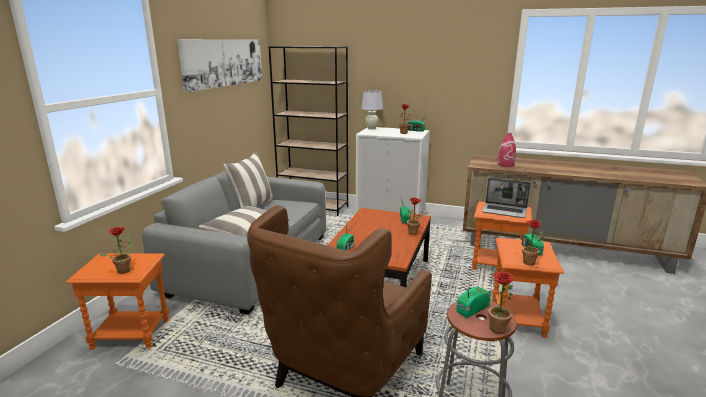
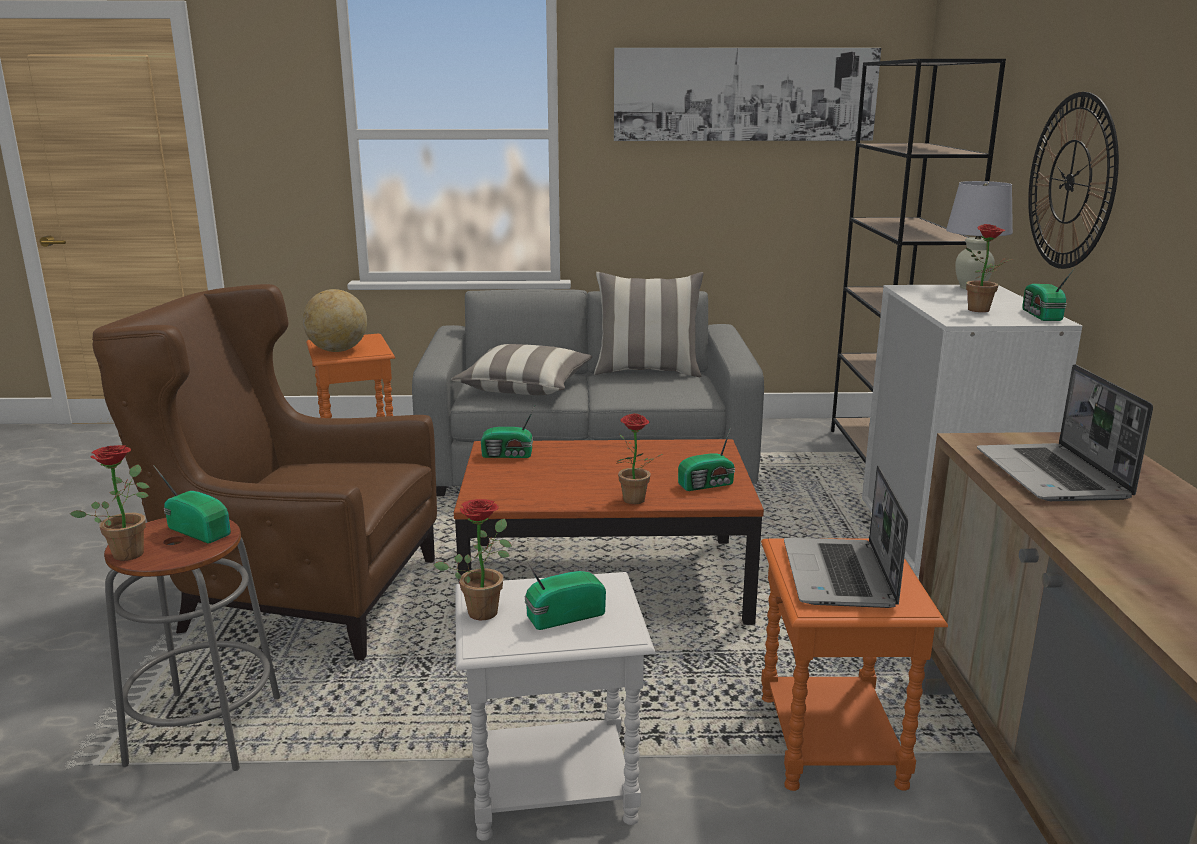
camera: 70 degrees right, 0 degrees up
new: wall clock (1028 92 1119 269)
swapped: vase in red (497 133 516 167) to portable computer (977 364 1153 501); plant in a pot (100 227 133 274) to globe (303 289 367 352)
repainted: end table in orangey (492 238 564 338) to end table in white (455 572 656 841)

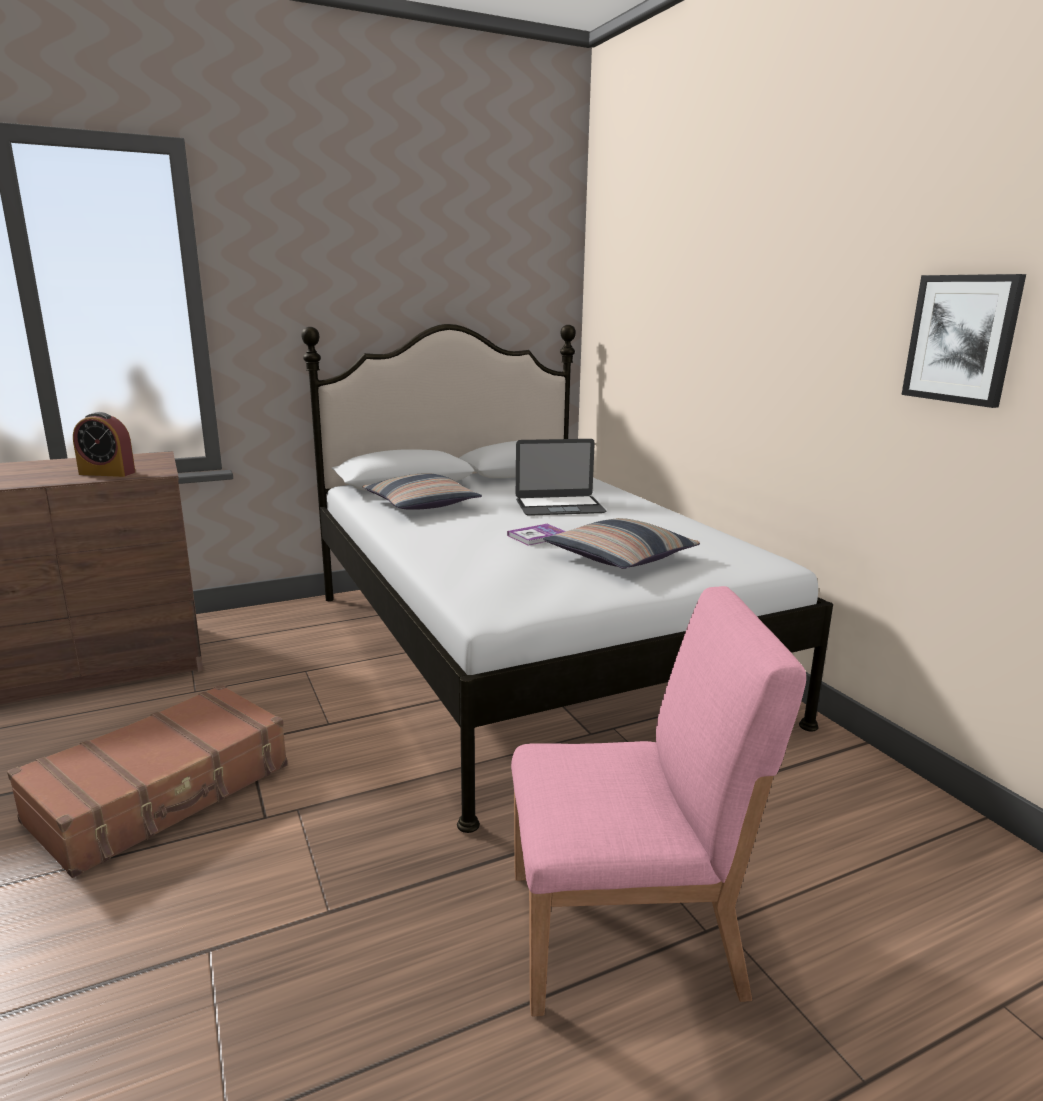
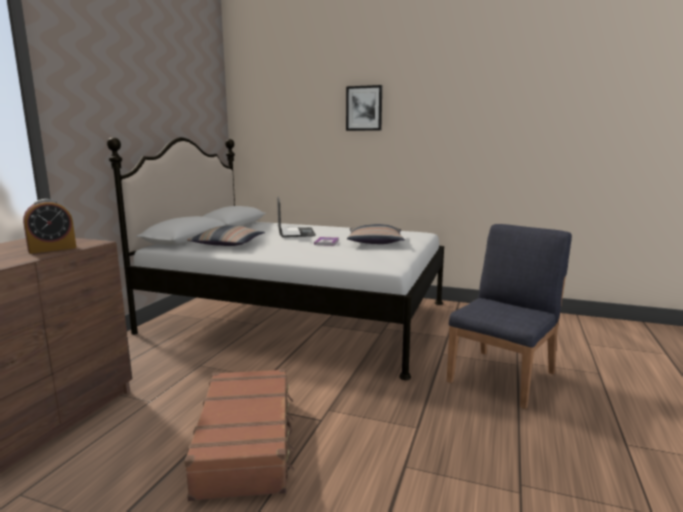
camera: 45 degrees left, 5 degrees down
shifted: picture (902 274 1026 408) to (346 85 382 131)
repainted: plain chair in pinkish (511 586 806 1016) to plain chair in blue-coloured (447 224 572 409)
rotated: portable computer (516 439 606 516) = (277 196 316 237) 45 degrees counterclockwise

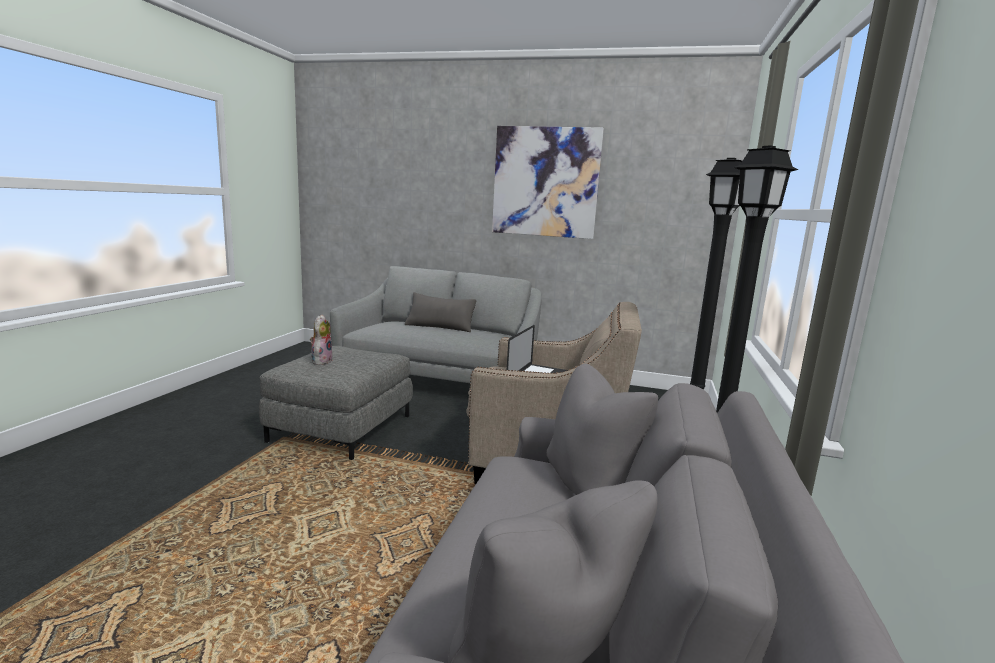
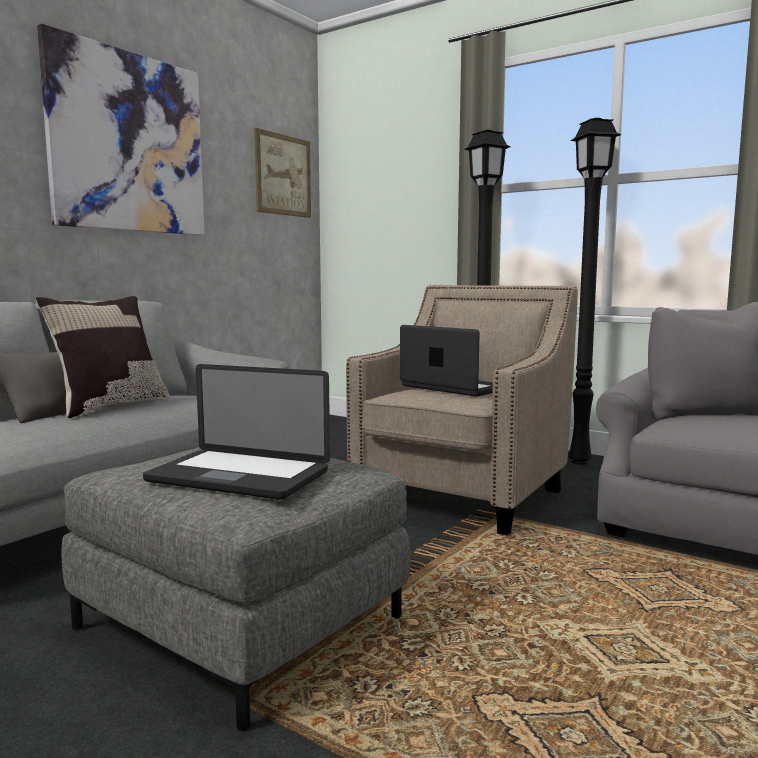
camera: 70 degrees left, 5 degrees down
new: picture (254 128 311 218); cushion (36 296 169 418)
swapped: plush toy (310 315 333 365) to portable computer (143 364 330 500)

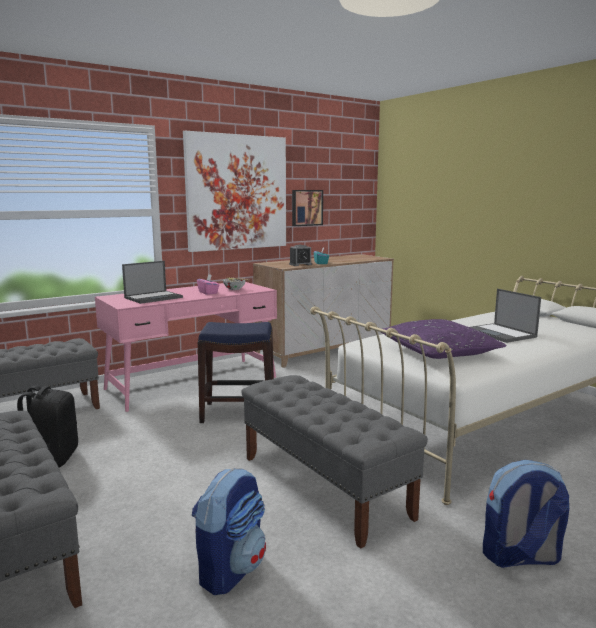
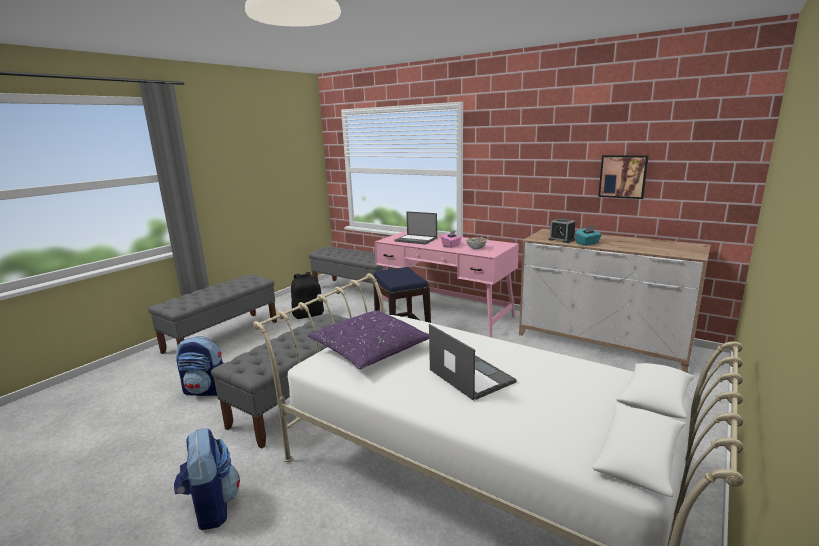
camera: 70 degrees right, 5 degrees up
gone: picture (183 131 286 252)
rotated: portable computer (470 289 541 343) = (429 324 516 401) 105 degrees clockwise

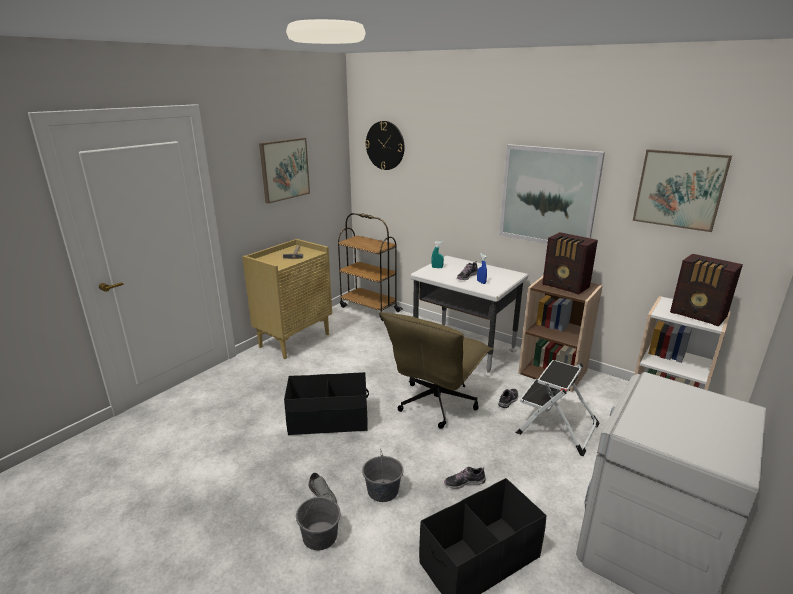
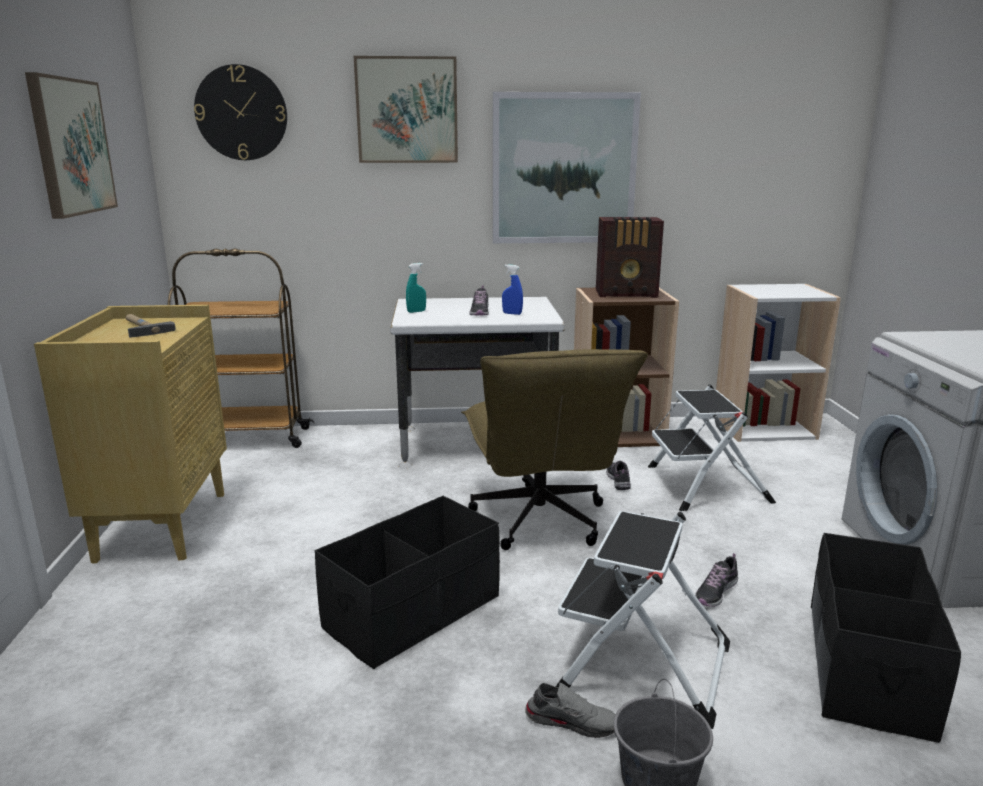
camera: 40 degrees left, 5 degrees down
gone: radio receiver (670 254 743 326)
shifted: picture (633 149 732 232) to (354 56 458 163)
swapped: bucket in gray (362 449 403 502) to step stool (556 511 730 729)

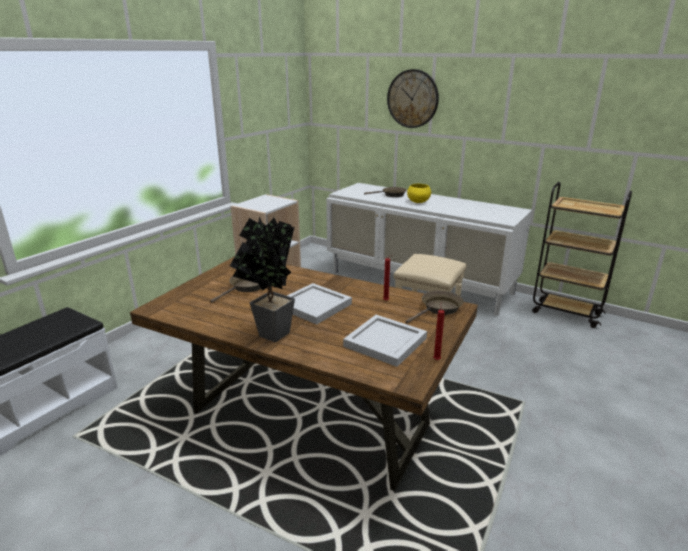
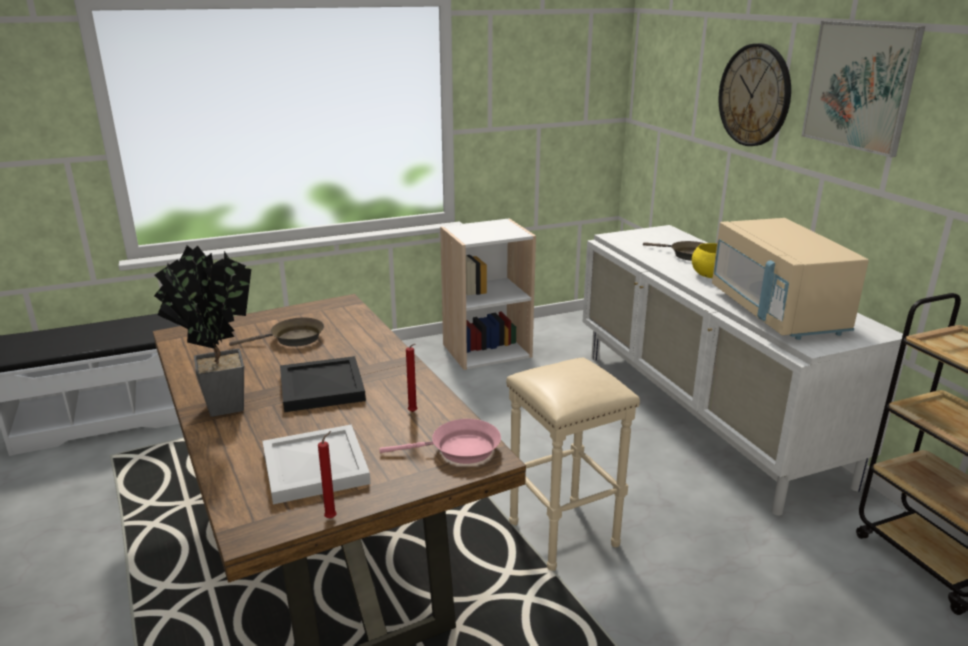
camera: 35 degrees right, 0 degrees up
new: picture (802 21 925 157); microwave in sand-coloured (712 218 869 340)
repainted: tray in white (287 283 352 325) to tray in blackish (280 356 366 412); frying pan in brown-coloured (405 291 464 323) to frying pan in pinkish (380 419 501 464)

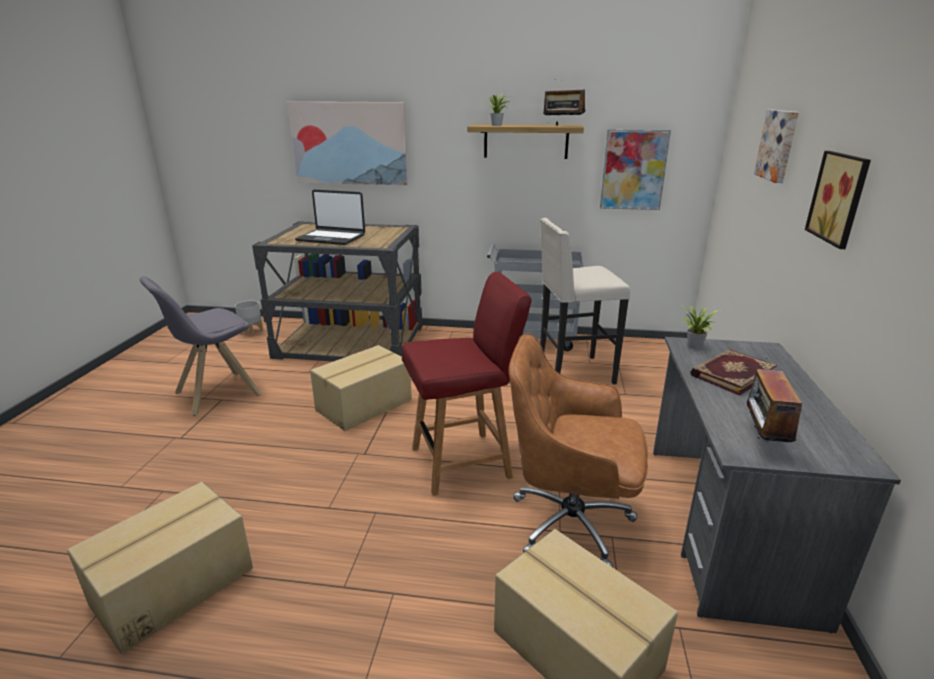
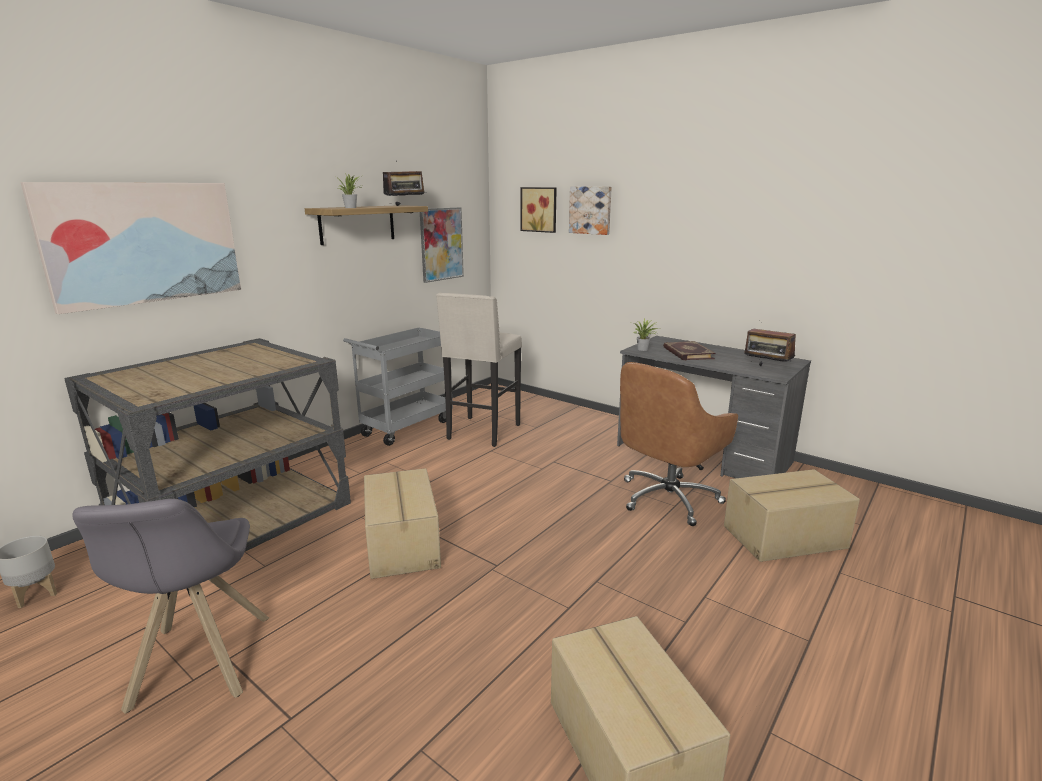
camera: 60 degrees left, 5 degrees down
gone: portable computer (295 190 365 245); plain chair in red (402 272 532 496)
shifted: picture (805 151 871 249) to (520 187 557 233)

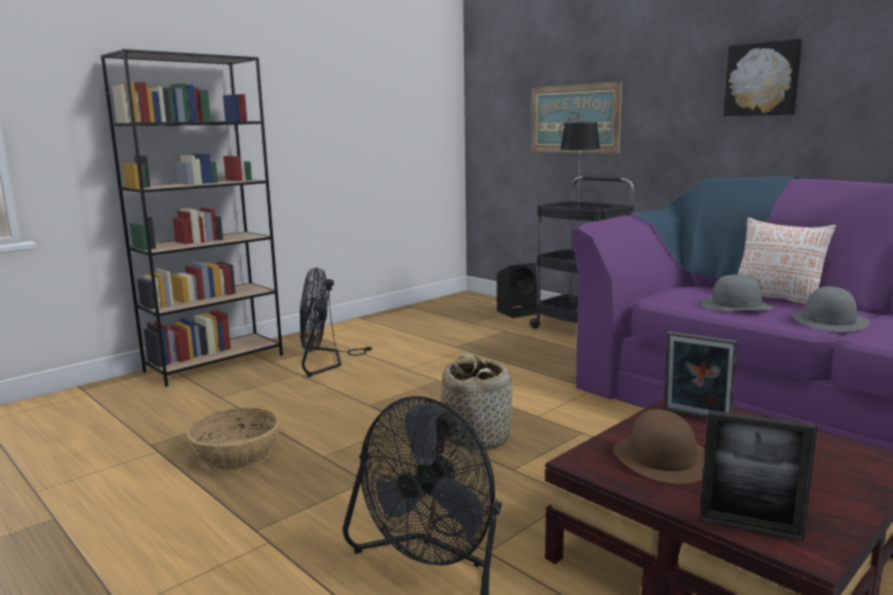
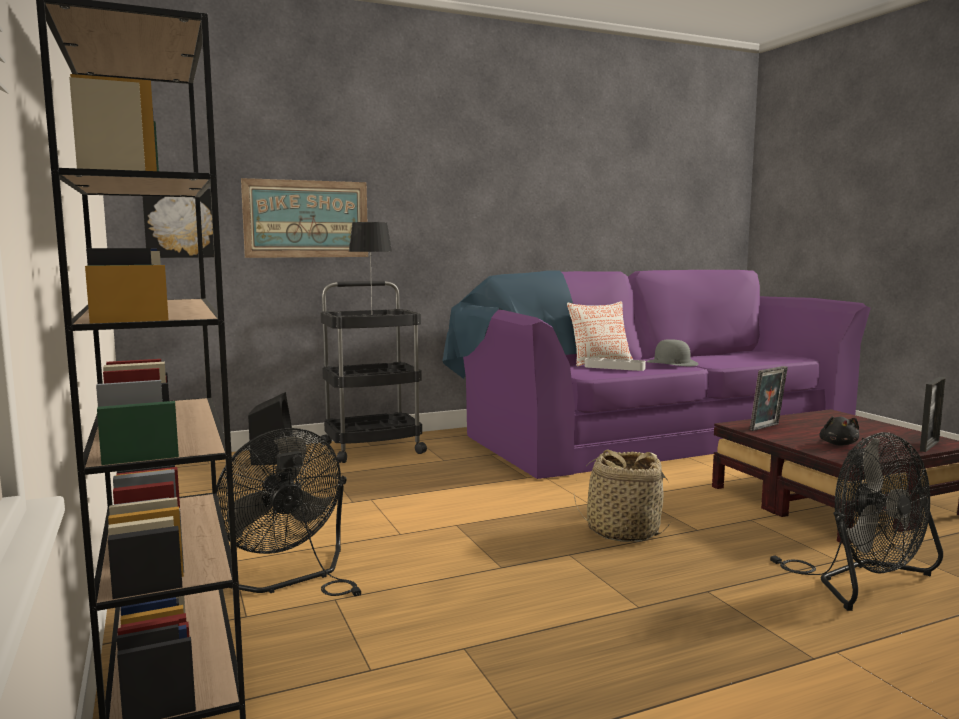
camera: 70 degrees left, 5 degrees down
gone: storage basket (186 408 280 471)
shifted: picture (723 39 802 116) to (142 189 214 258)
swapped: clothing hat in gray (701 275 773 311) to tray in gray (585 357 646 371); clothing hat in brown-coloured (613 409 705 483) to plush toy in blackish (819 416 859 445)
rotated: fan in blackish (300 267 373 377) = (217 428 361 596) 135 degrees clockwise

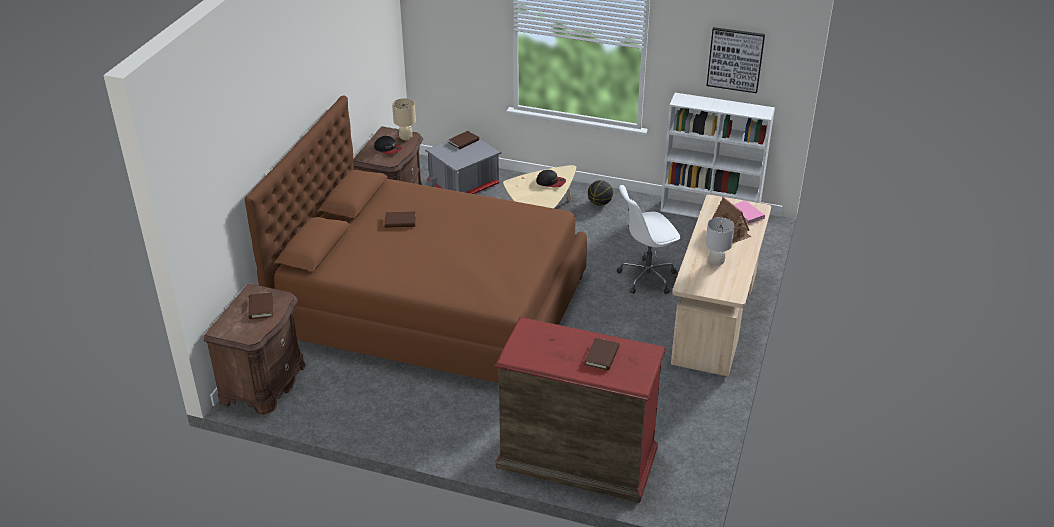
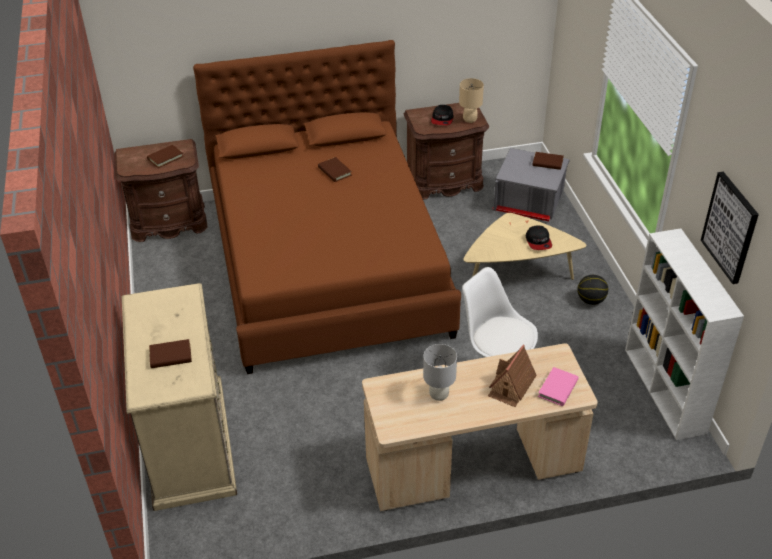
camera: 60 degrees right, 5 degrees up
repainted: chest of drawers in red (495 317 666 503) to chest of drawers in sand-coloured (122 283 237 511)

